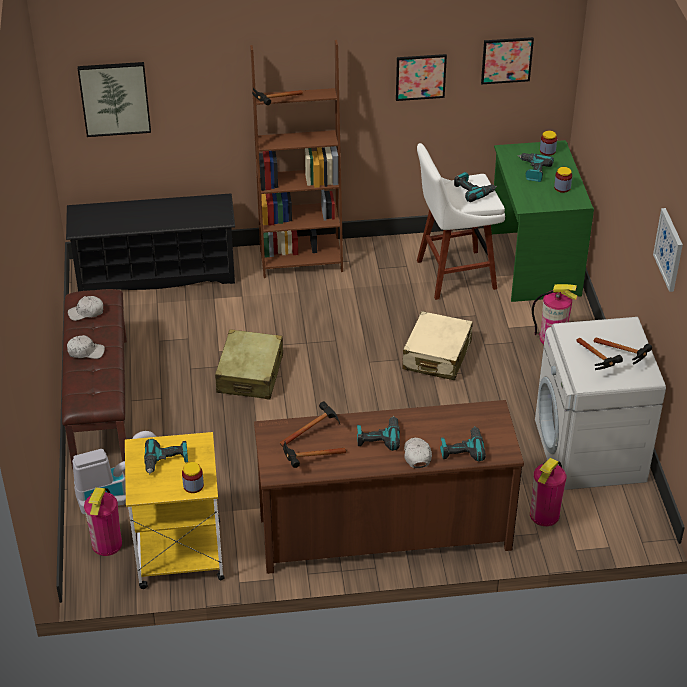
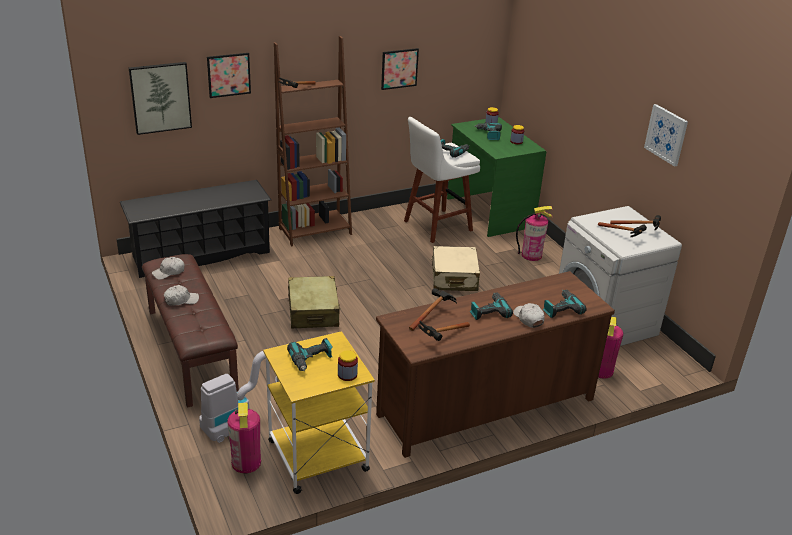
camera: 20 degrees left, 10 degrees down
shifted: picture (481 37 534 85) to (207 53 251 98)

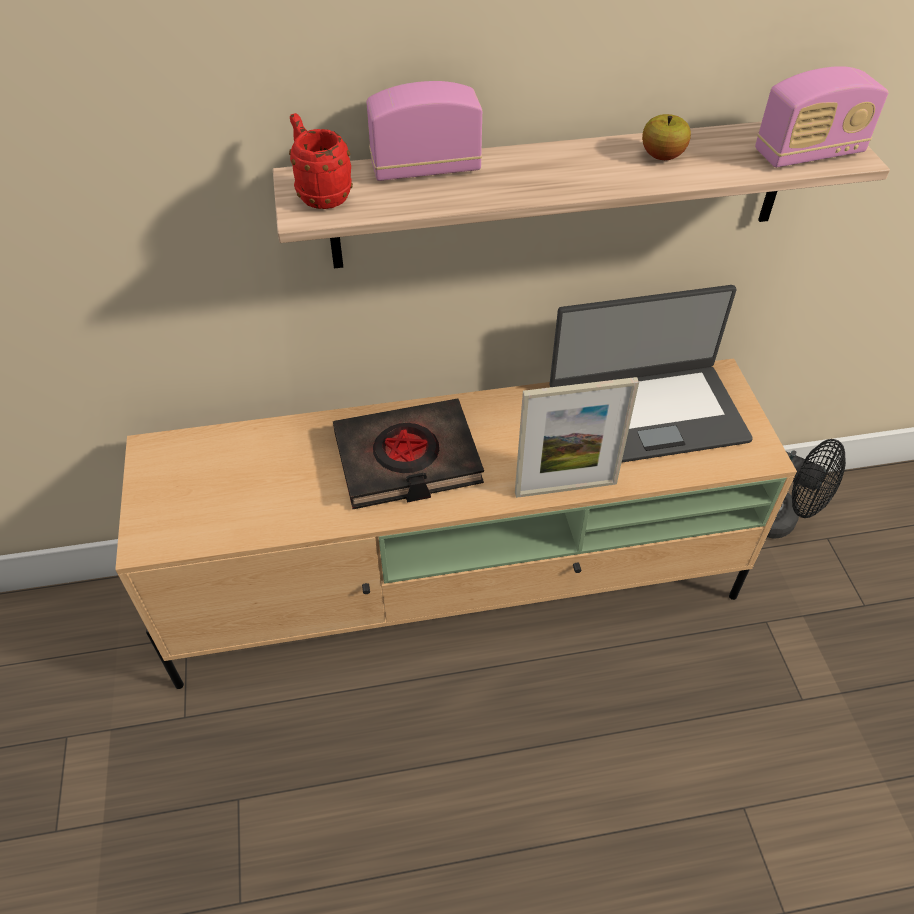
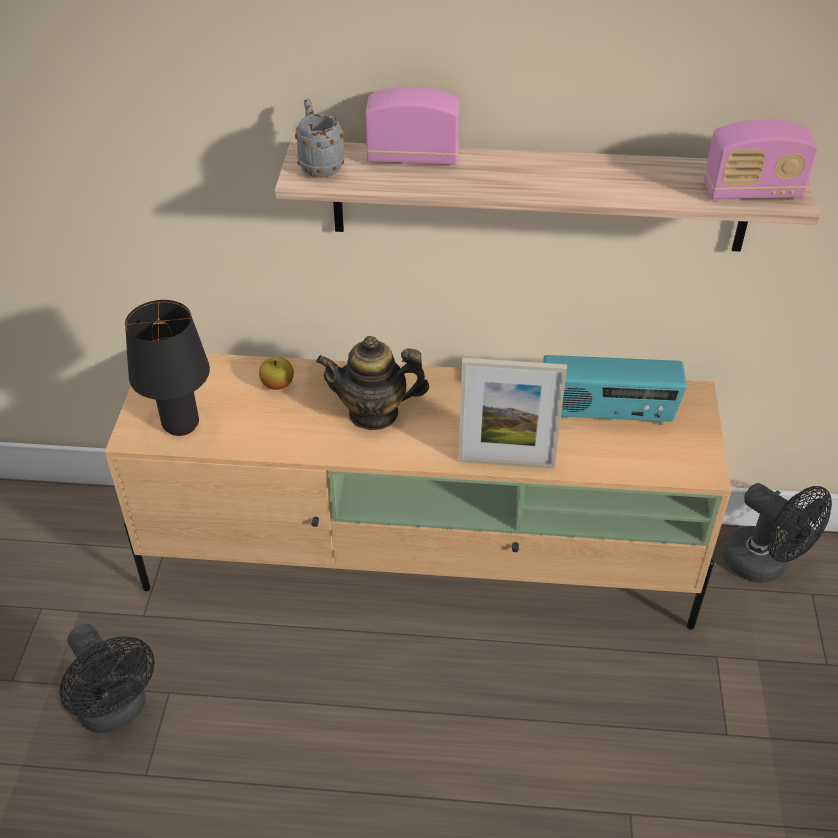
camera: 15 degrees right, 5 degrees down
new: tabletop lamp in blackish (125 300 210 436); fan in blackish (59 624 155 733)
shifted: whole apple (642 114 691 160) to (259 357 294 390)
swapped: portable computer (549 285 753 462) to radio receiver (543 355 687 425); volume in blackish (333 398 484 509) to tea pot (316 336 429 430)
repainted: coffee mug in red (289 113 353 209) to coffee mug in gray (295 99 344 178)

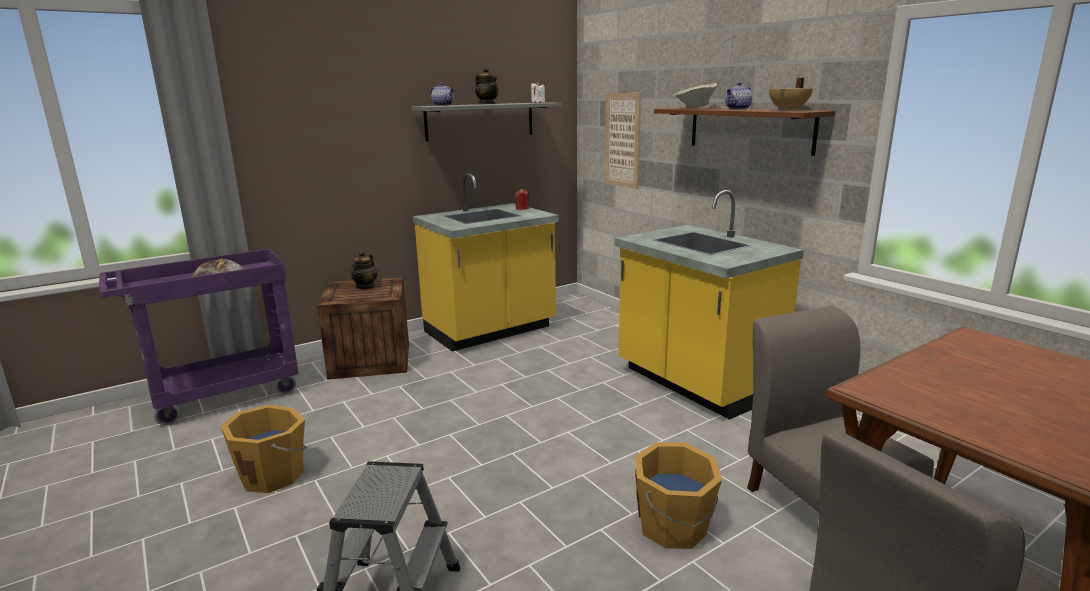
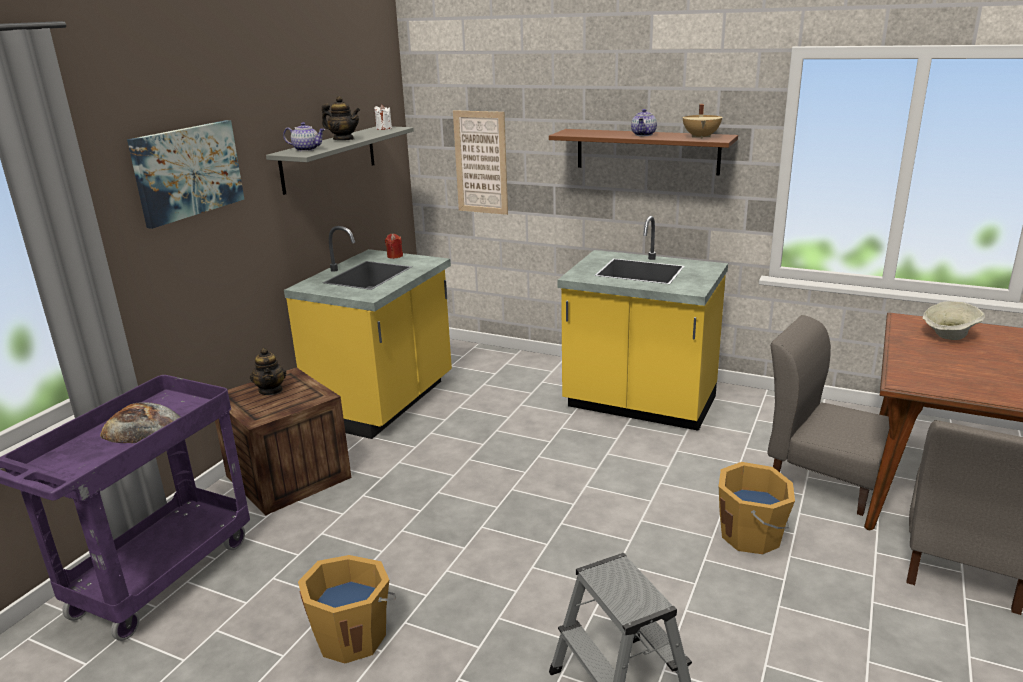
camera: 30 degrees left, 5 degrees up
new: picture (127 120 244 229)
shifted: deep dish in sand-coloured (674 83 718 109) to (923 301 985 340)

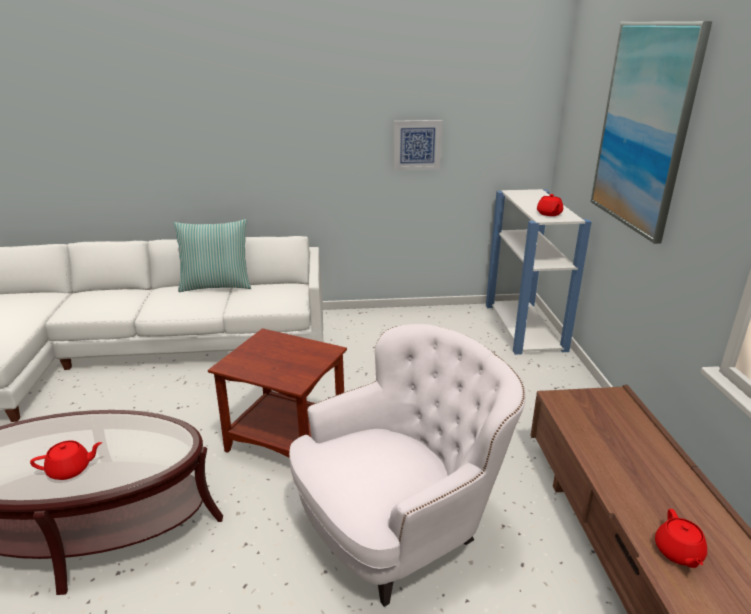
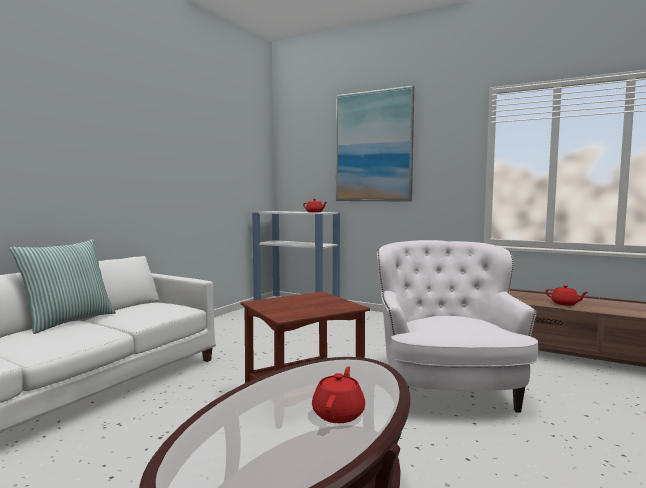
camera: 55 degrees left, 20 degrees down
gone: picture (393 120 442 170)

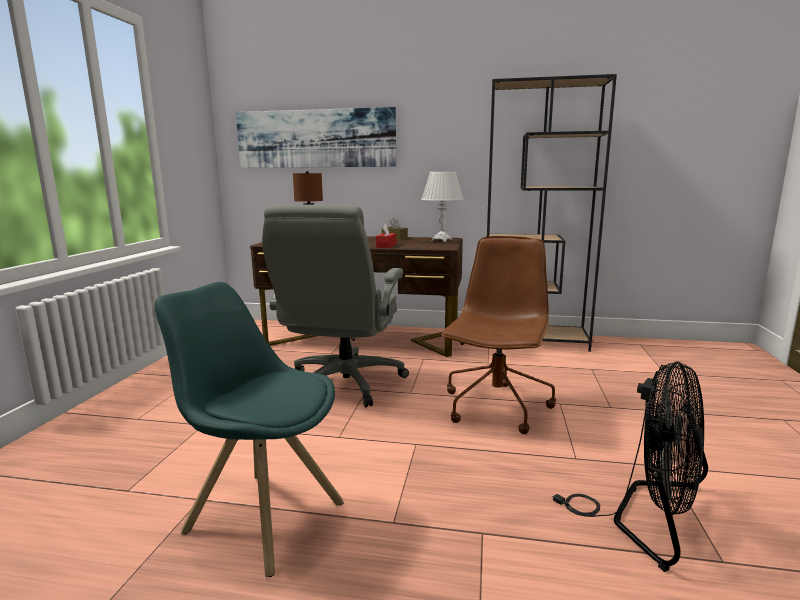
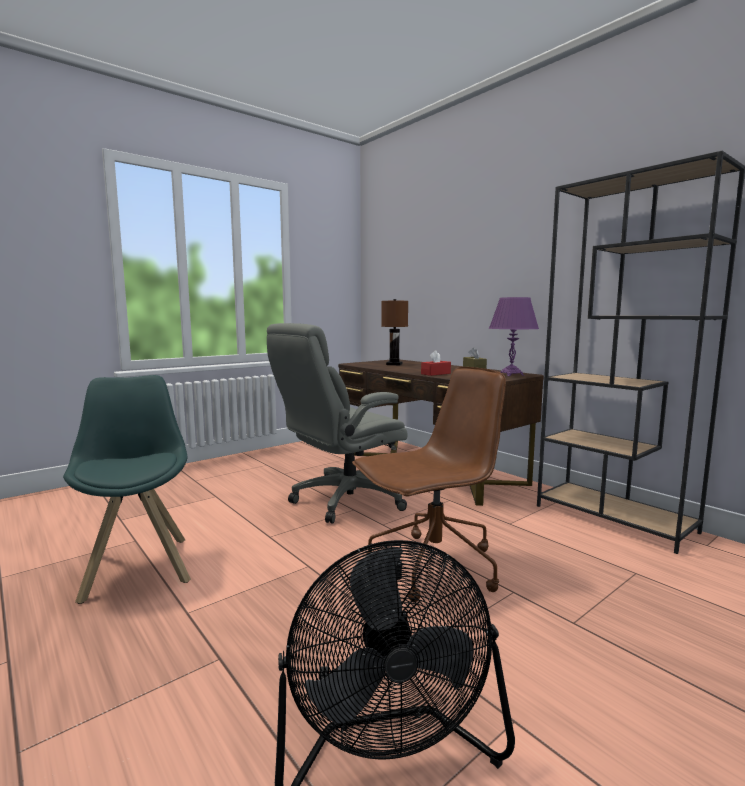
camera: 40 degrees right, 5 degrees down
gone: picture (236 107 396 168)
repainted: tabletop lamp in white (421 172 464 242) to tabletop lamp in purple (489 297 539 376)

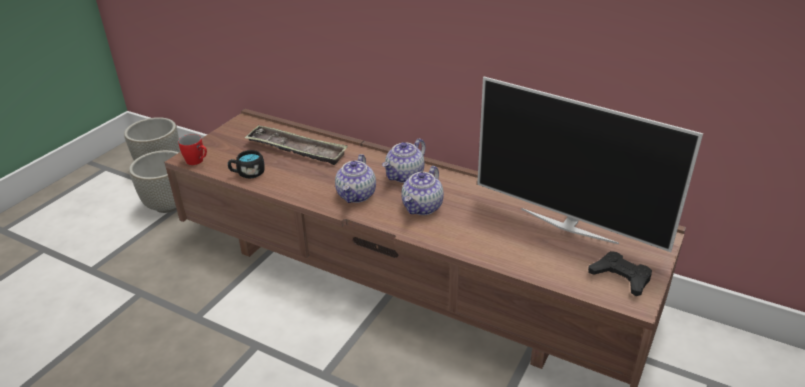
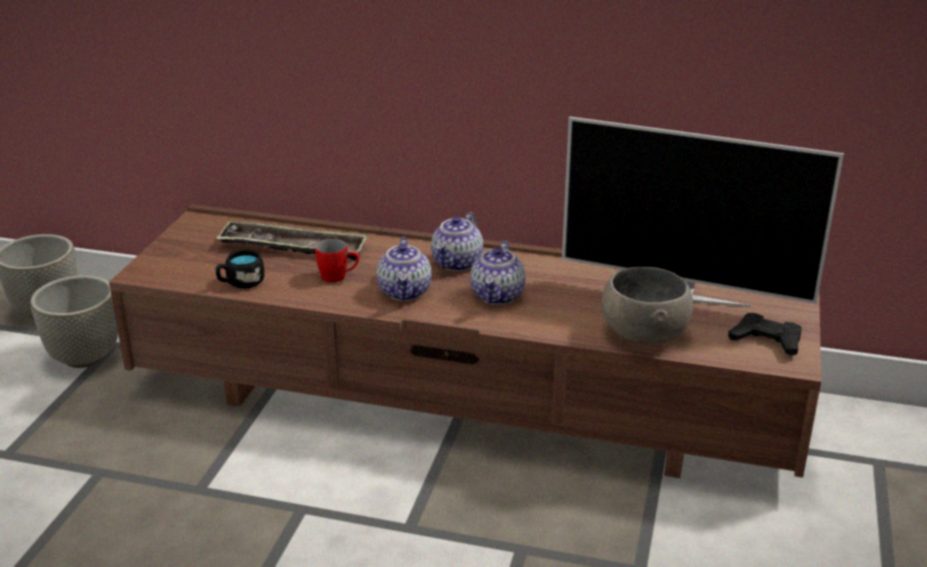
camera: 15 degrees left, 5 degrees down
new: deep dish in gray (602 267 693 344)
shifted: coffee mug in red (178 134 207 165) to (315 239 359 282)

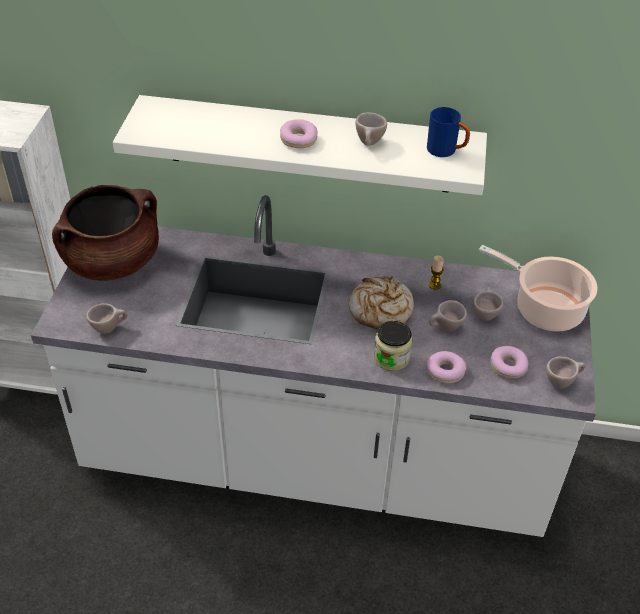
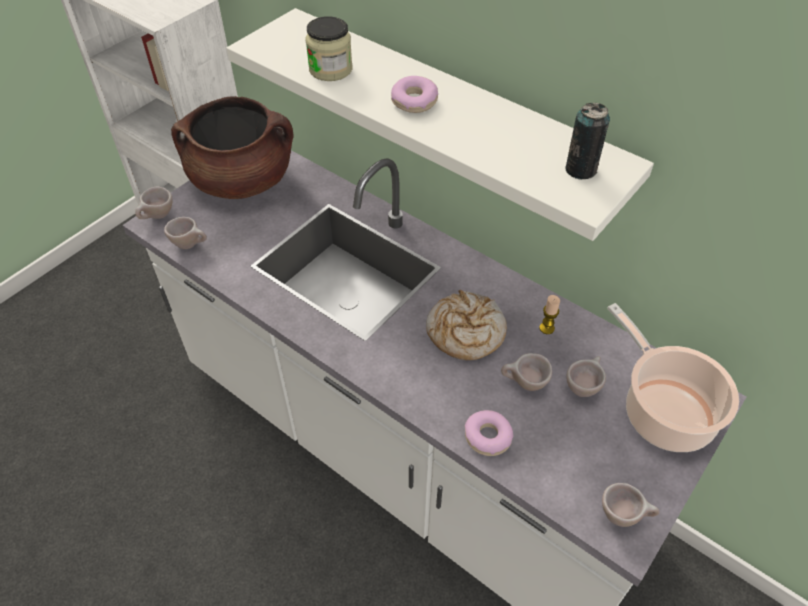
camera: 30 degrees right, 5 degrees up
gone: ring doughnut (491 346 528 378)
shifted: drinking cup in sand-coloured (356 112 387 146) to (135 186 172 219); storage jar (374 321 412 371) to (306 16 353 81)
swapped: coffee mug in blue-coloured (427 107 470 157) to metal can (566 103 610 180)

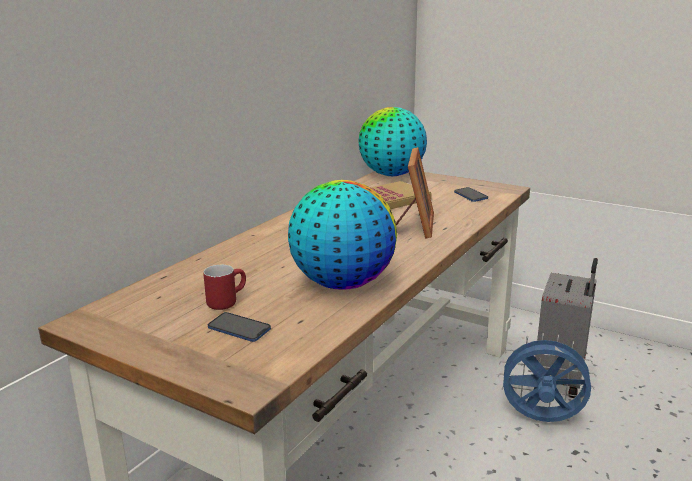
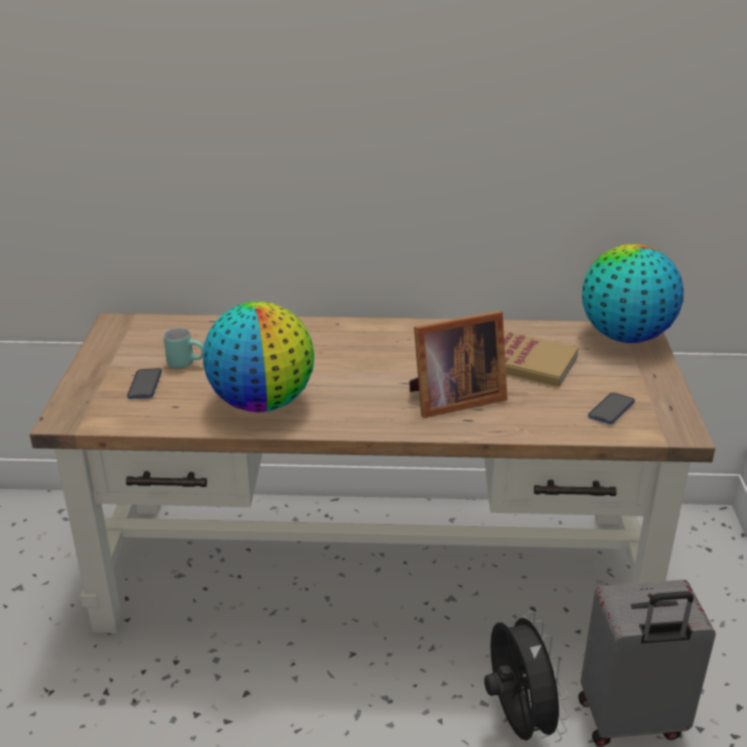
camera: 60 degrees right, 10 degrees up
repainted: coffee mug in red (203 265 246 310) to coffee mug in turquoise-coloured (164 328 204 368); fan in blue-coloured (498 333 596 422) to fan in blackish (484 611 569 742)

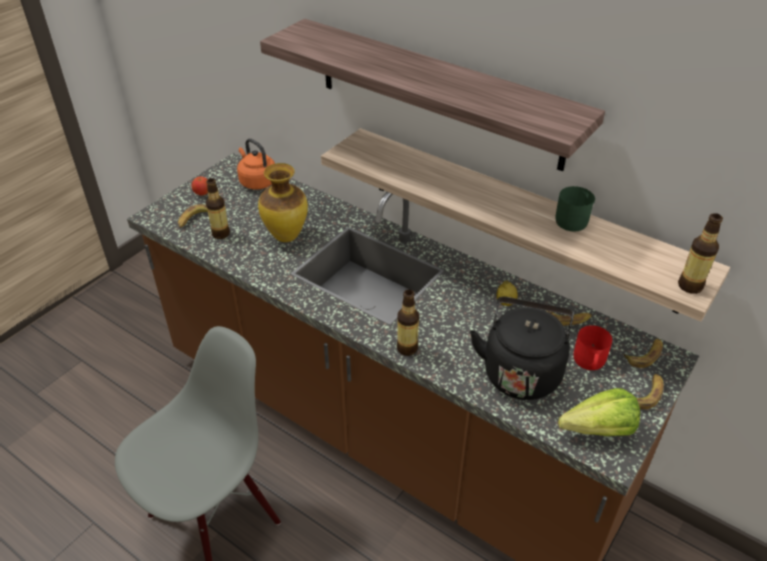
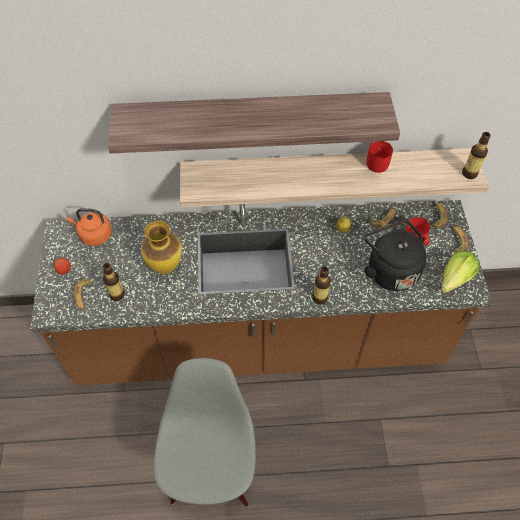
camera: 40 degrees left, 15 degrees up
repainted: coffee mug in greenish (556 186 595 231) to coffee mug in red (367 141 393 173)

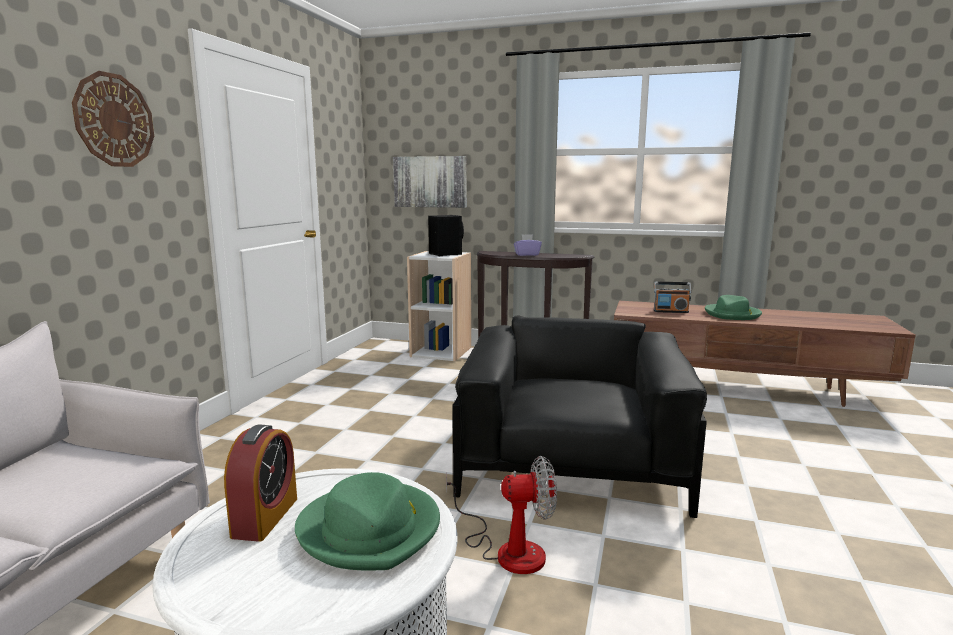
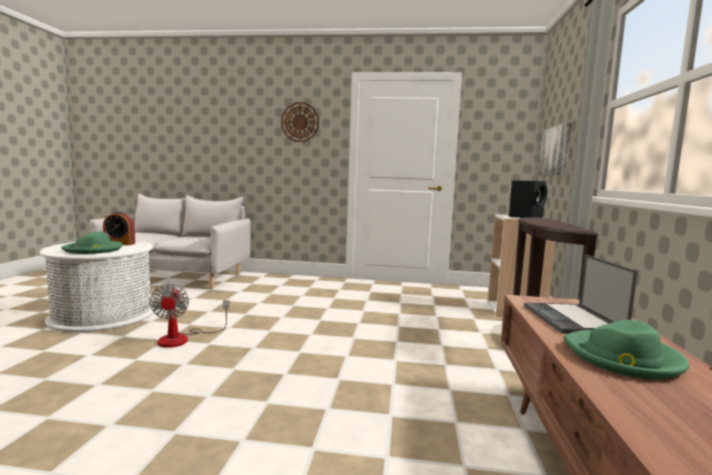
camera: 80 degrees right, 5 degrees down
gone: tissue holder in purple (514 234 542 256); armchair in blackish (453 315 707 518)
swapped: radio receiver (654 282 691 313) to portable computer (524 254 638 334)

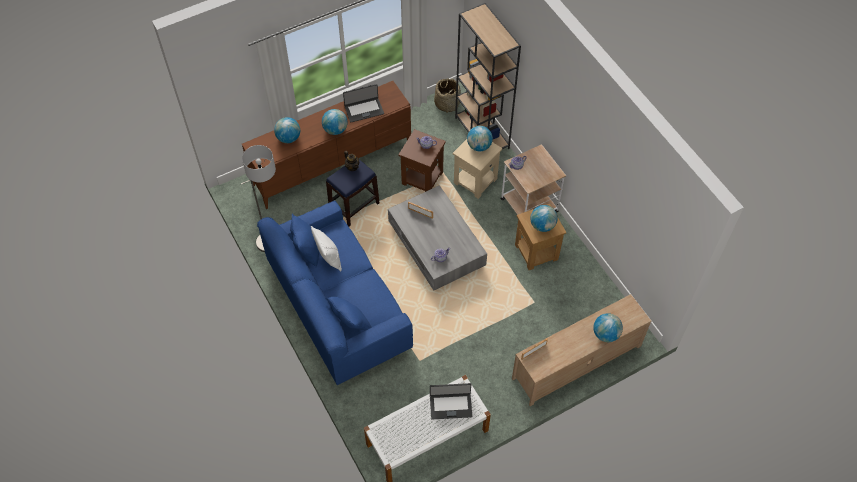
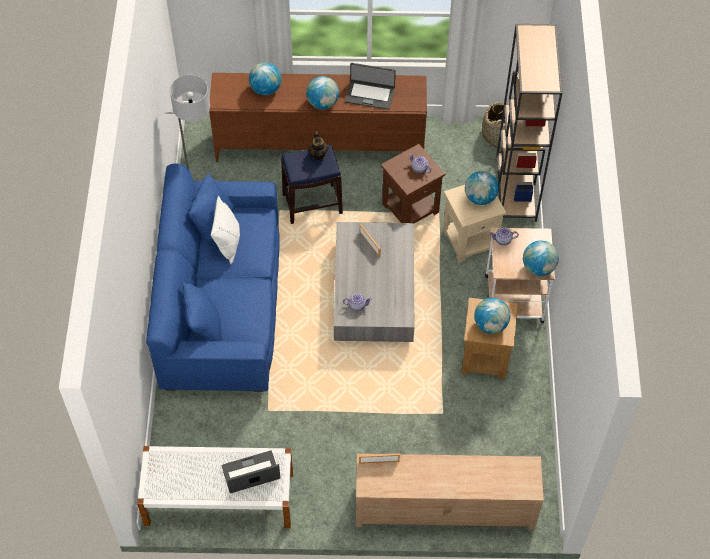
camera: 30 degrees right, 0 degrees up
shifted: globe (593 313 623 342) to (523 240 559 276)
rotated: portable computer (430 383 472 419) = (221 450 281 493) 135 degrees clockwise

